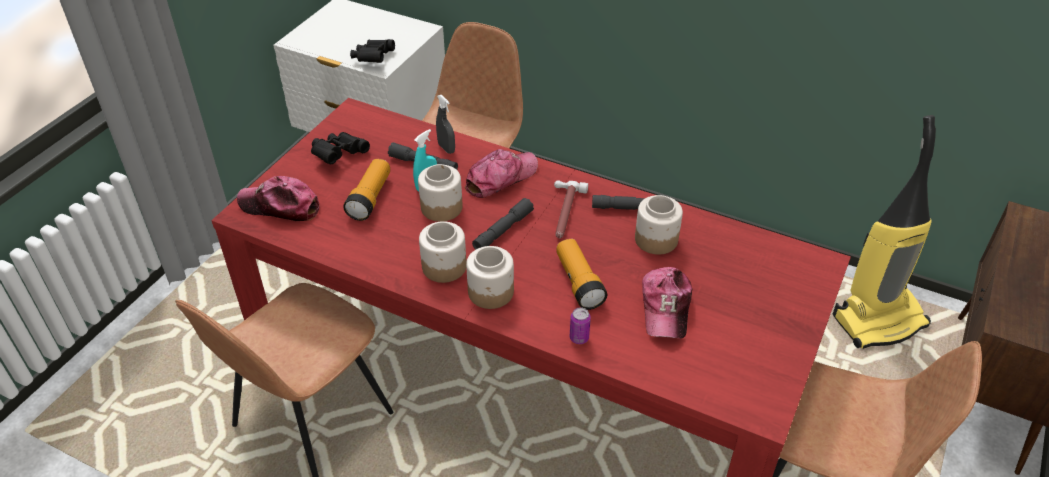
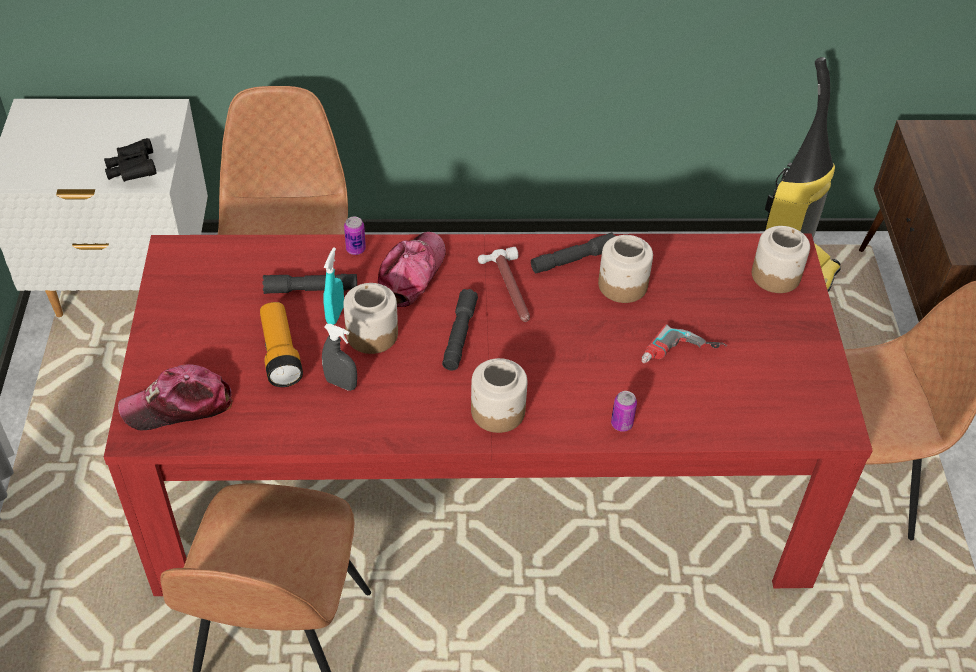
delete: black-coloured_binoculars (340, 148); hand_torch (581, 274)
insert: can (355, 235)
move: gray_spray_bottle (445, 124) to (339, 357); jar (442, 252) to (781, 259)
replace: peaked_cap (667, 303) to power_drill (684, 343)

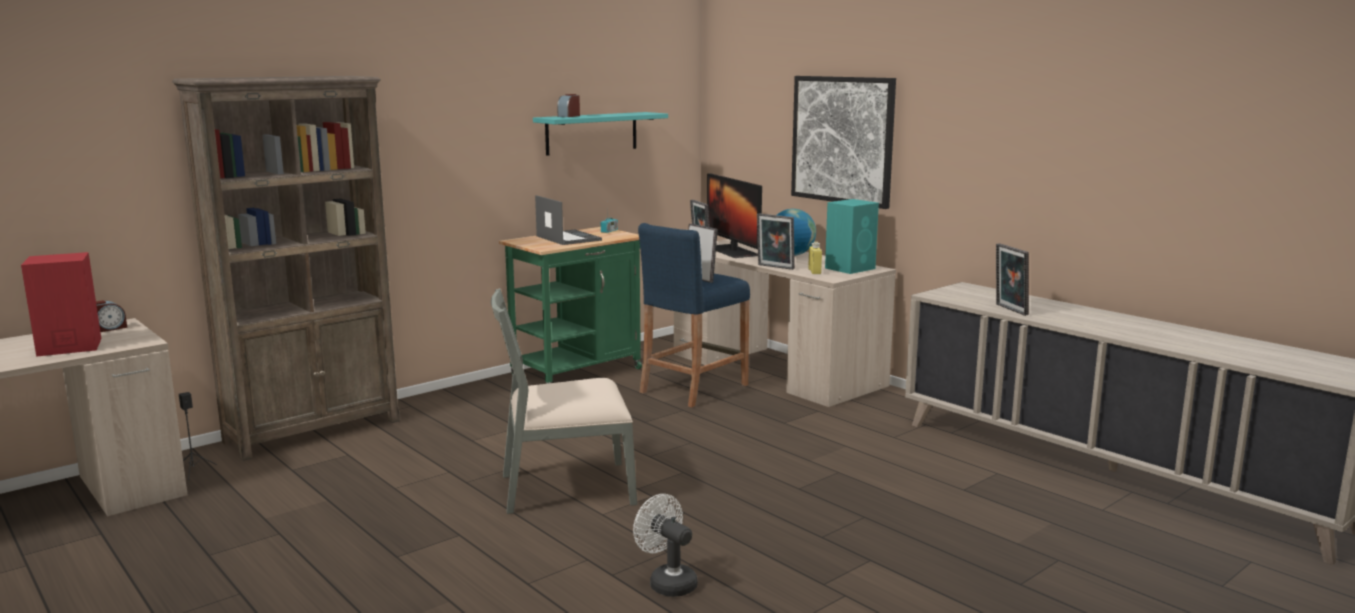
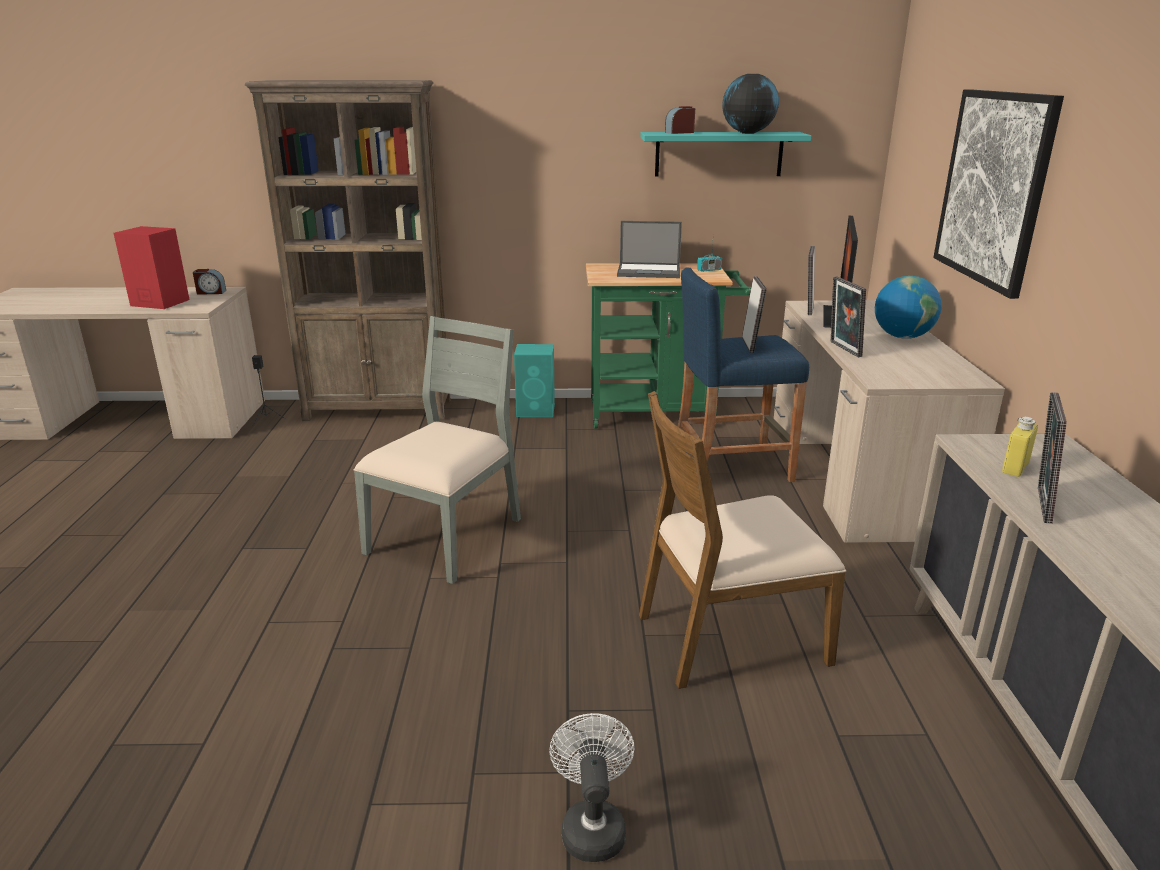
insert: brownish_upright_chair (742, 540); desk_globe (750, 104)
move: turquoise_speaker (852, 236) to (534, 380); white_fan (665, 545) to (592, 787); yellow_beverage_bottle (815, 258) to (1020, 447)
rotate: gray_upright_chair (564, 401) = (437, 450) 90 degrees clockwise; portable_computer (568, 220) = (649, 249) 90 degrees clockwise

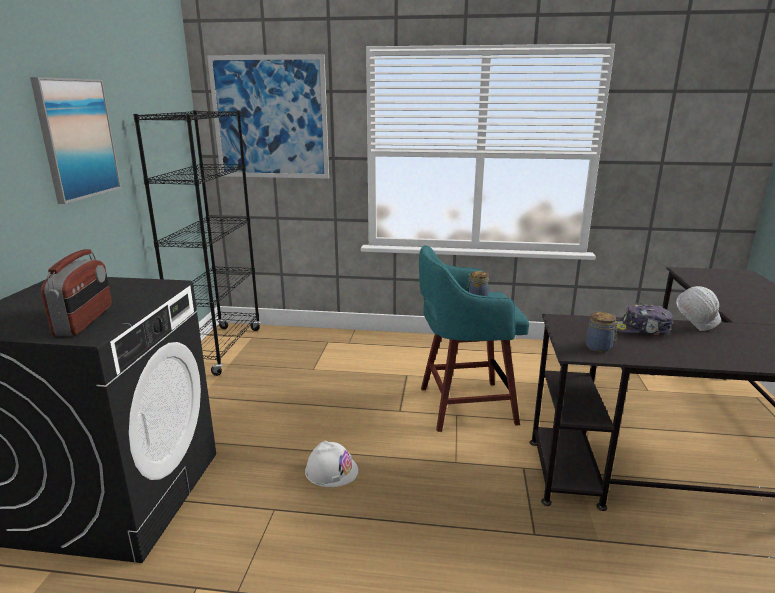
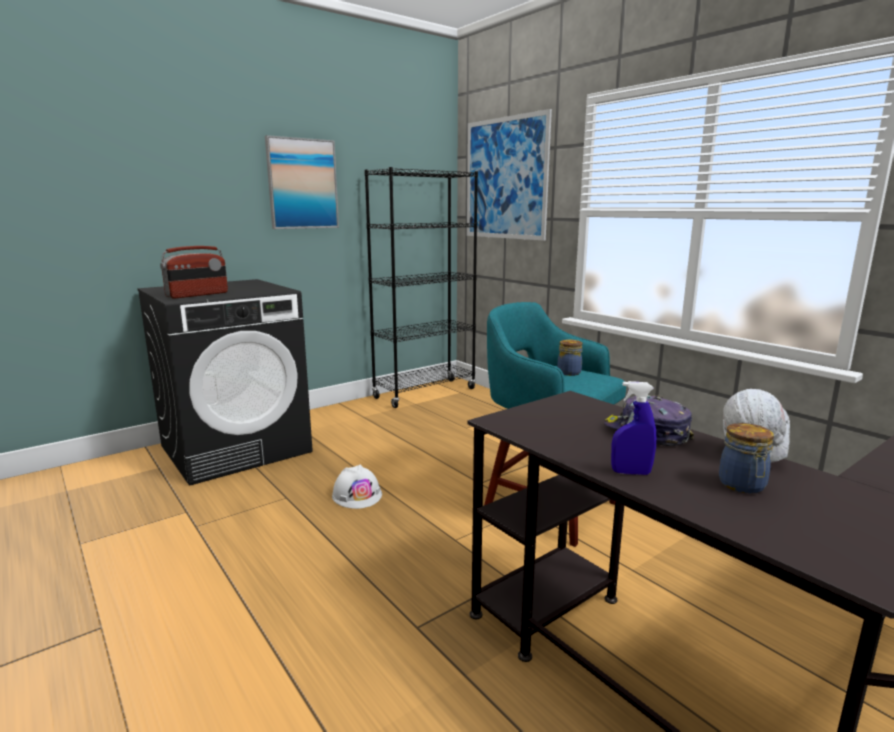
insert: bluish_spray_bottle (633, 428)
move: jar (602, 332) to (746, 458)

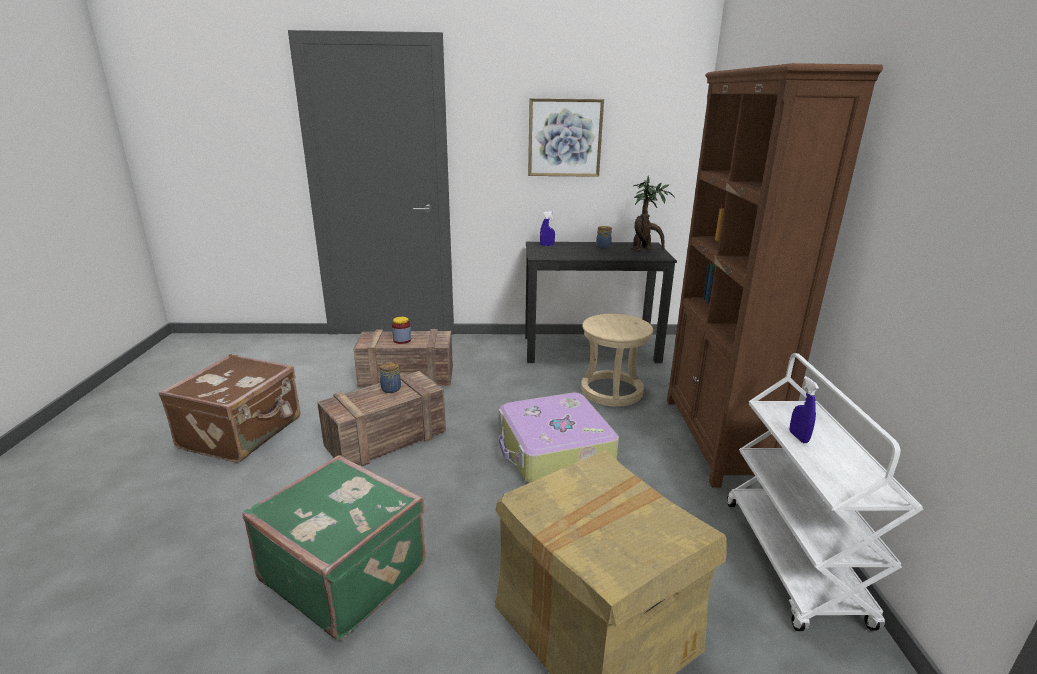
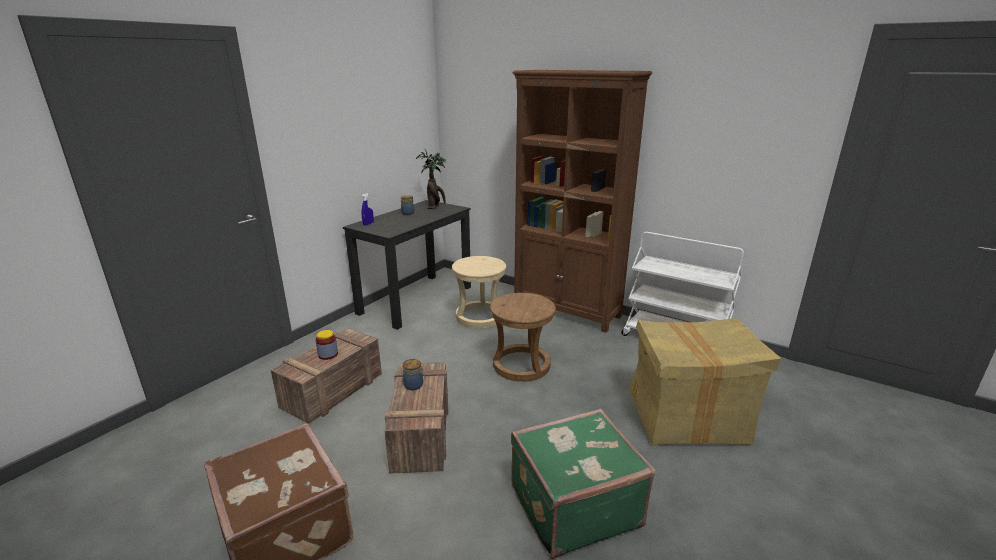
delete: wall_picture (566, 137); bluish_spray_bottle (804, 409)
replace: travel_case (558, 438) to brownish_sitting_stool (523, 337)

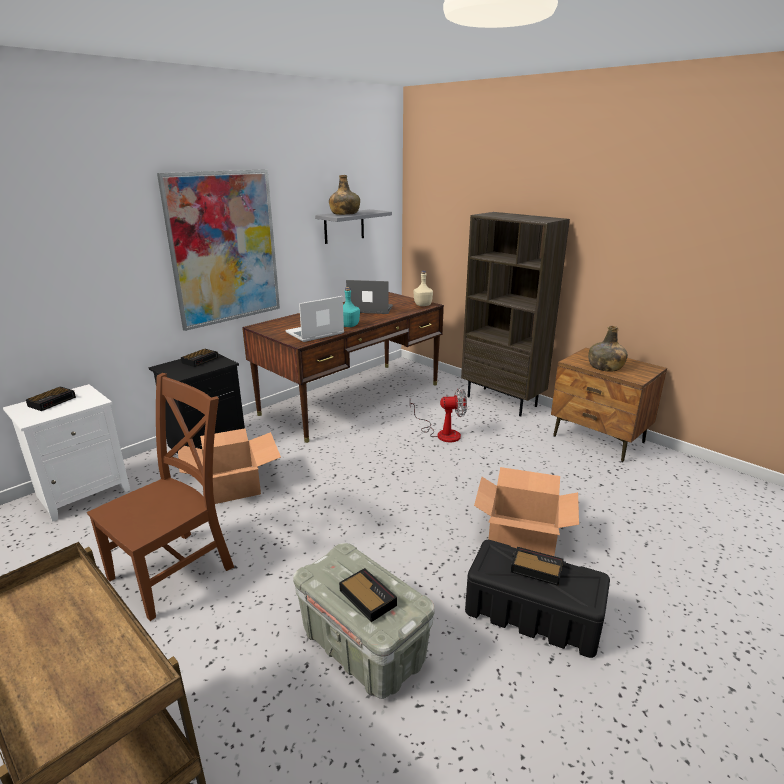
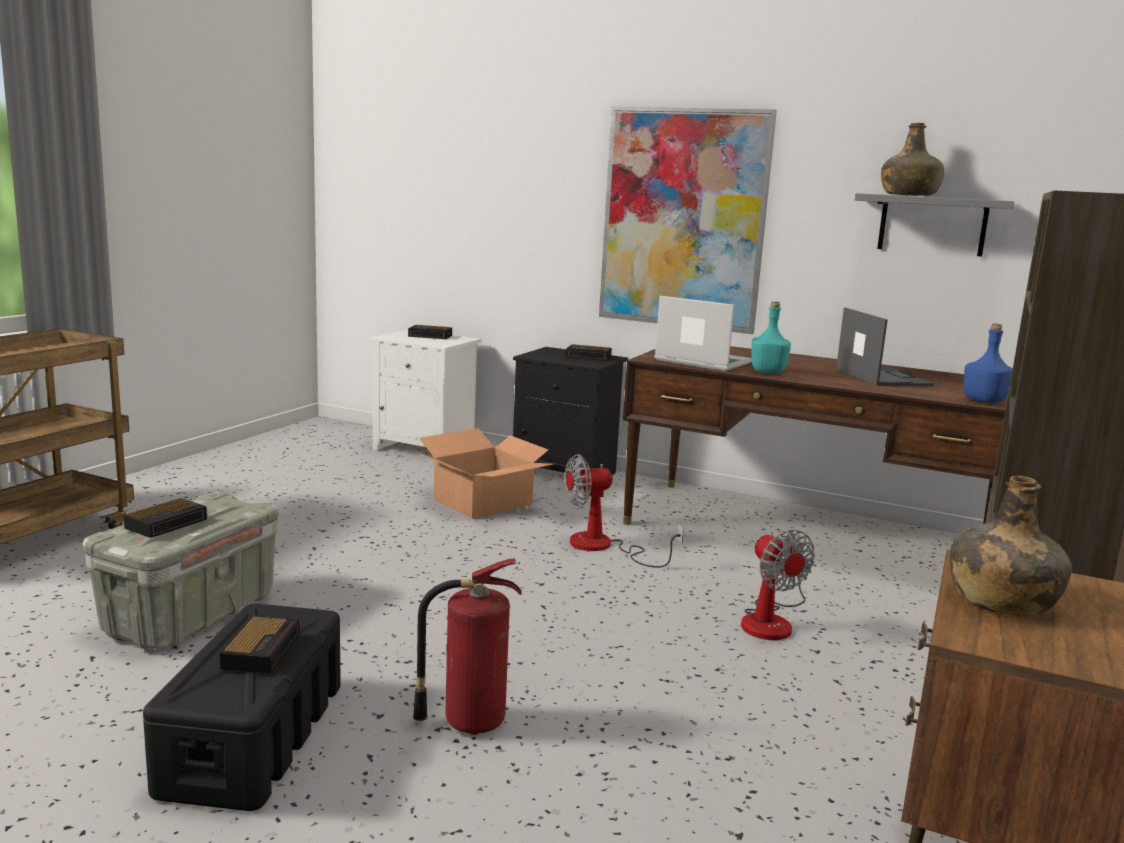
delete: brownish_upright_chair (160, 497)
insert: fan (624, 511)
replace: packing_box (526, 511) to fire-fighting_cylinder (467, 646)
recolor: beige-coloured_beverage_bottle (423, 288) to bluish_beverage_bottle (988, 363)

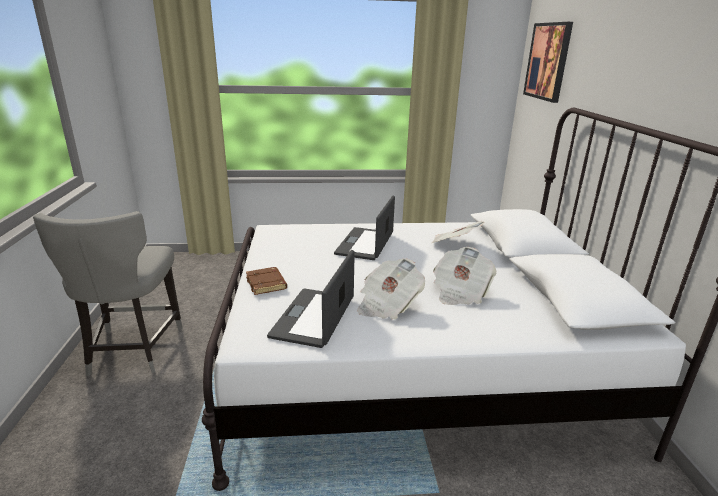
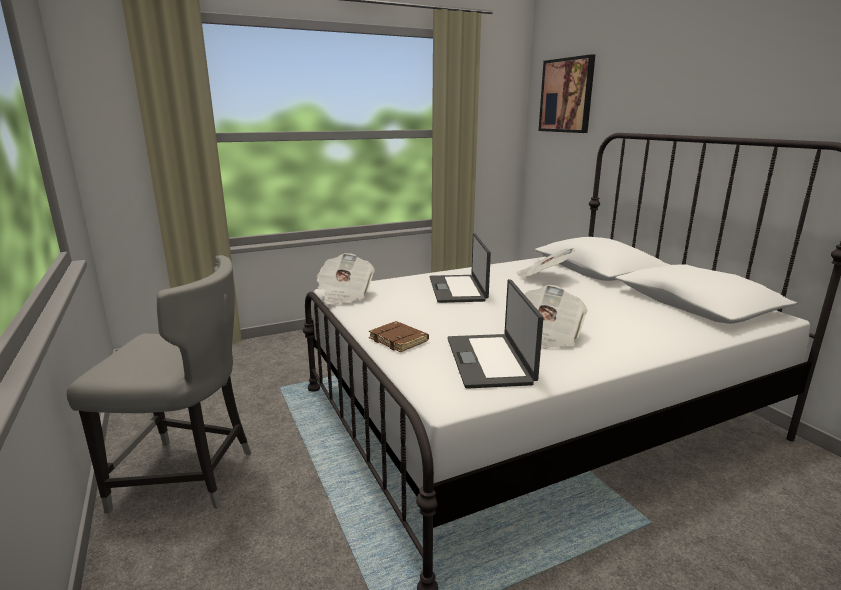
move: newspaper (465, 276) to (345, 279)
rotate: gray_upright_chair (108, 293) = (159, 384) 60 degrees counterclockwise

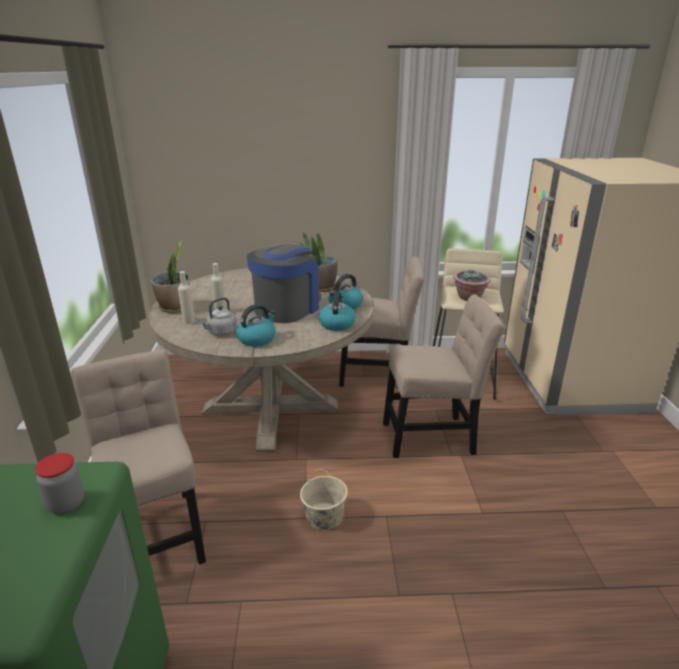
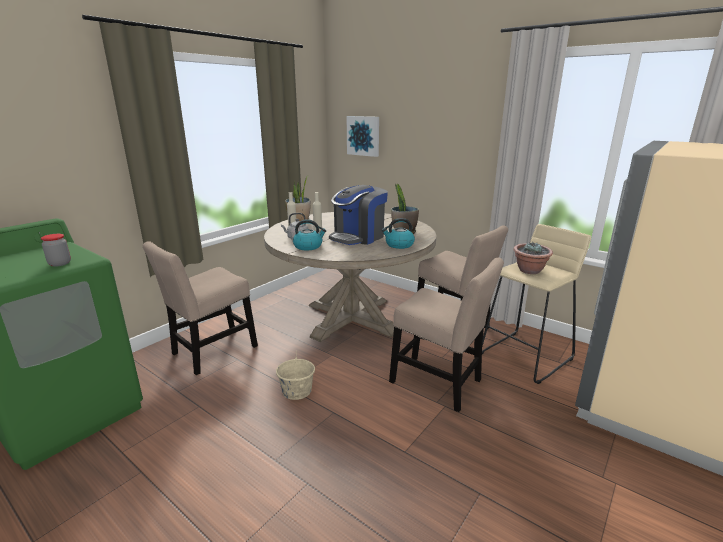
delete: kettle (337, 311)
insert: wall_picture (363, 136)
rotate: beige-coloured_upright_chair (138, 457) = (200, 308) 150 degrees counterclockwise; coffee_brewer (284, 283) = (358, 215) 150 degrees clockwise

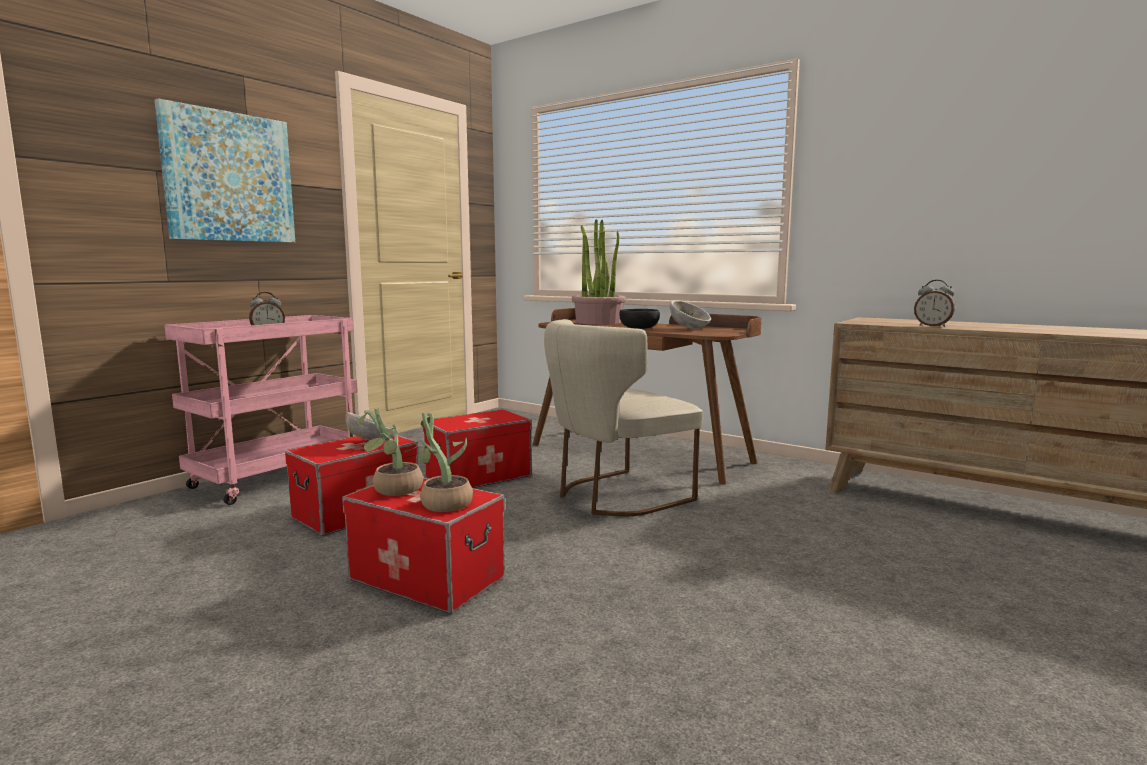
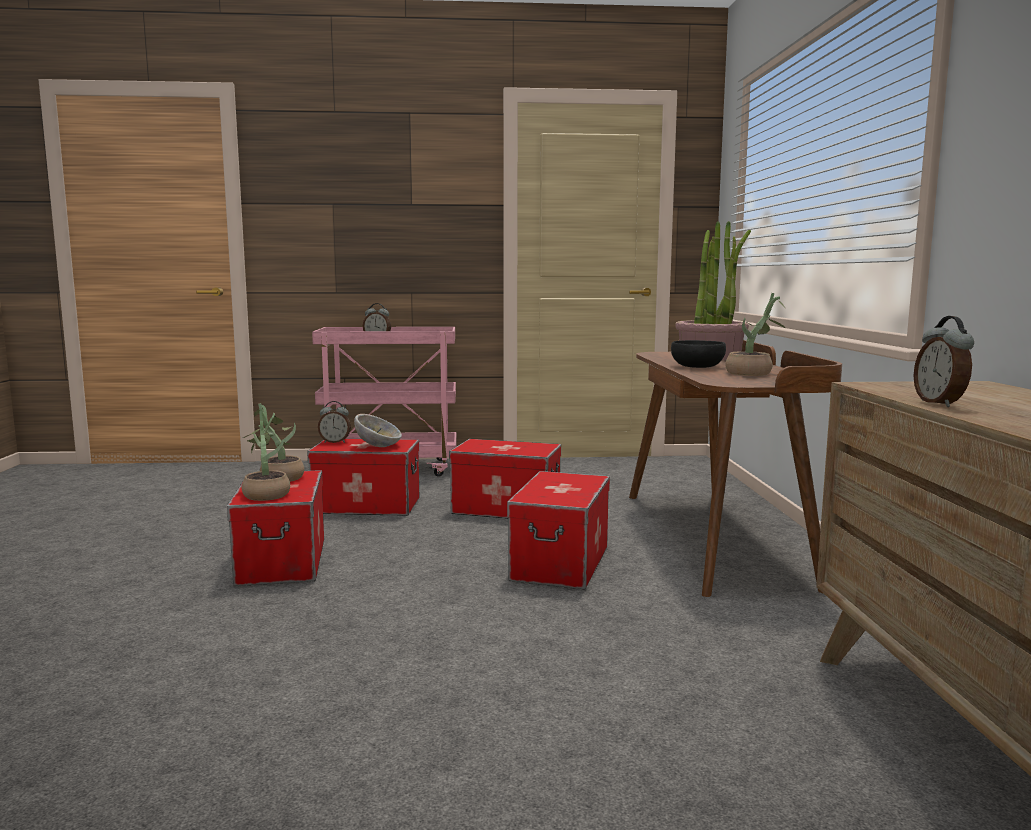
delete: wall_picture (224, 170)
insert: table_clock (334, 422)
replace: beige-coloured_upright_chair (623, 417) to storage_container (558, 530); deep_dish (690, 314) to potted_plant (755, 334)

